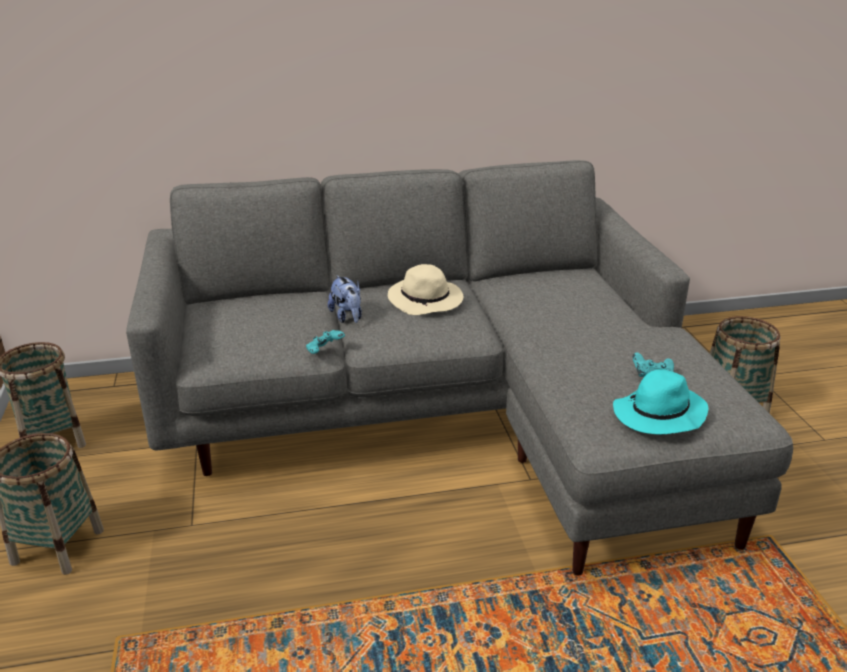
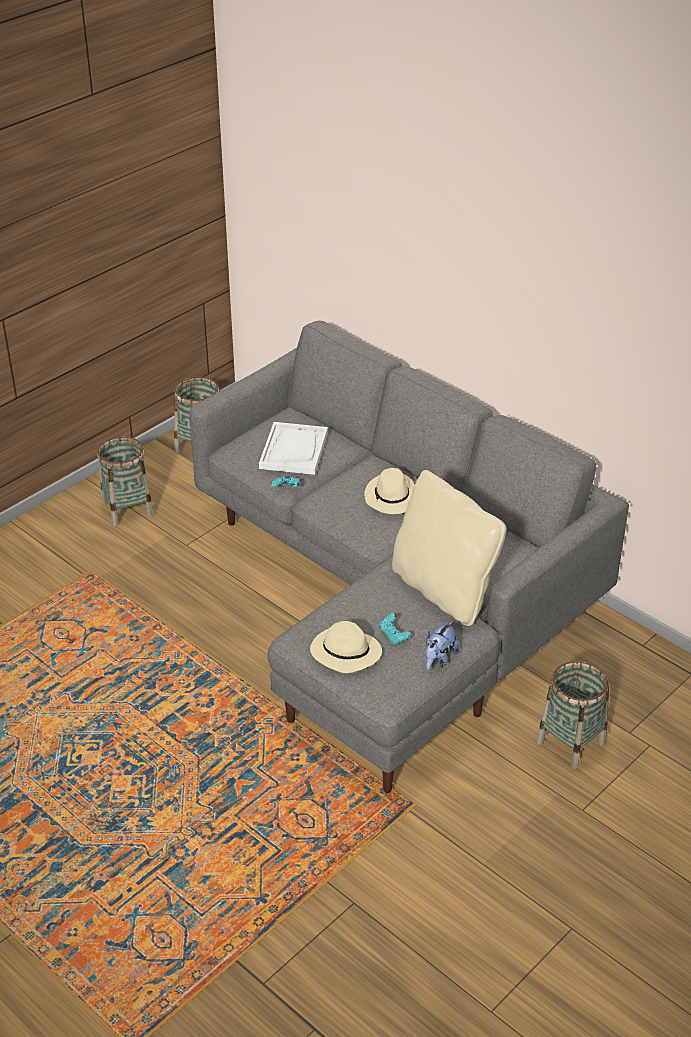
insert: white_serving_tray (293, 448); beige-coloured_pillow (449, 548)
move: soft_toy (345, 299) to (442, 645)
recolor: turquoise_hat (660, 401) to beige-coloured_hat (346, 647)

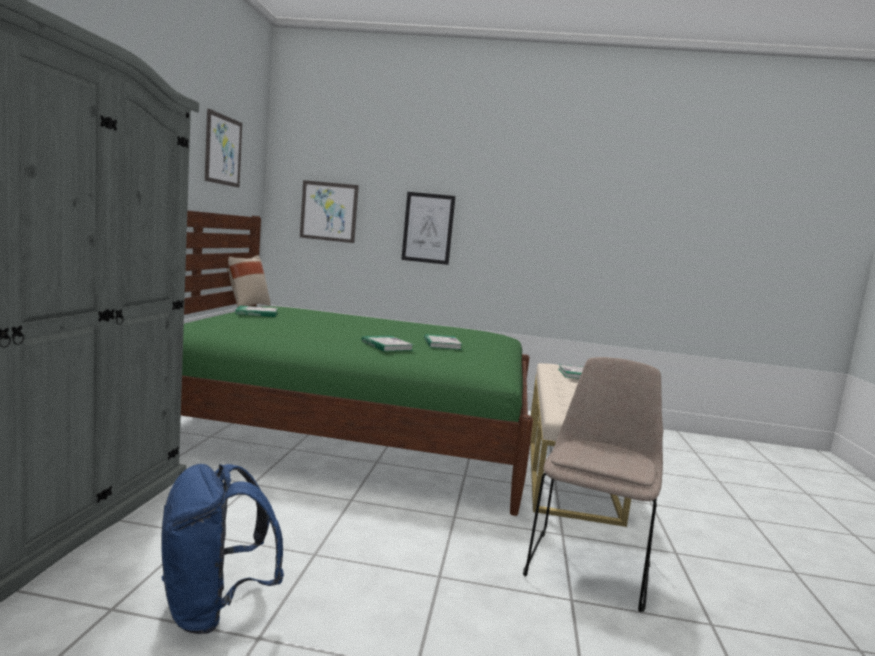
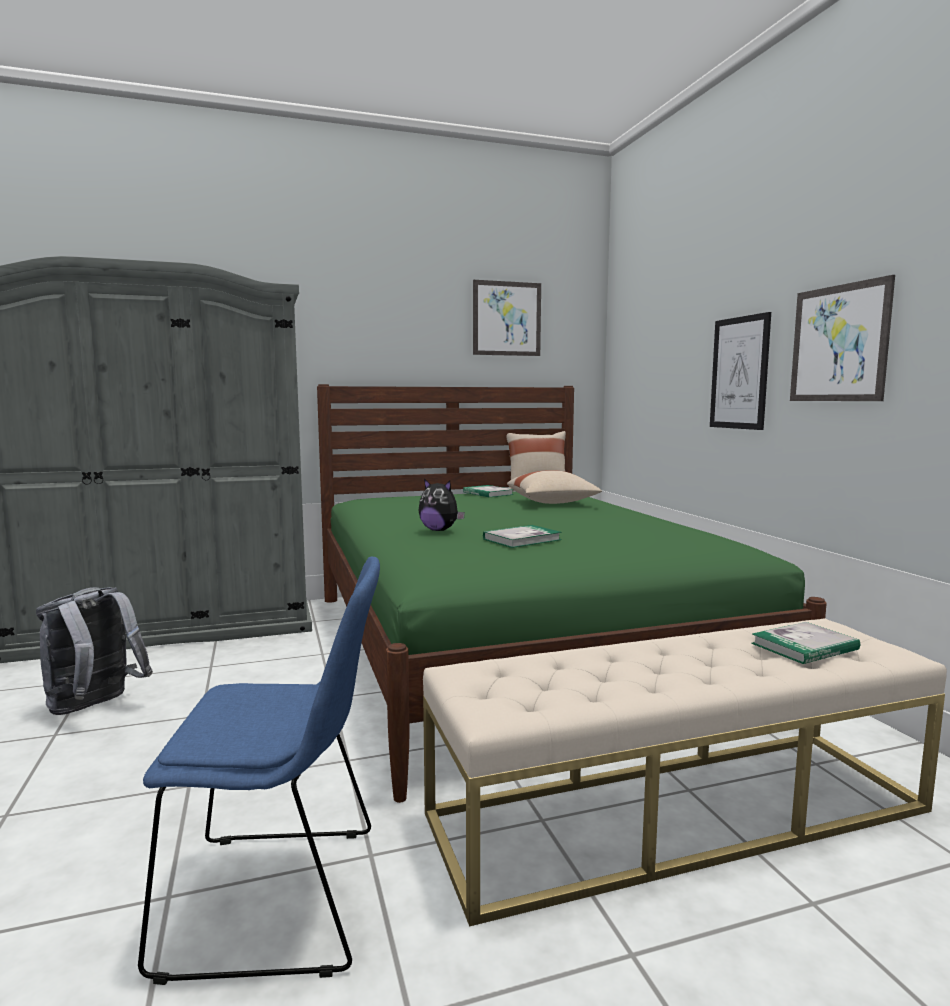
insert: beige-coloured_pillow (554, 487)
move: wall_picture (329, 211) to (842, 338)
replace: volume (388, 344) to soft_toy (441, 505)
recolor: bluish_backpack (222, 549) to gray_backpack (94, 651); beige-coloured_upright_chair (593, 484) to bluish_upright_chair (259, 771)

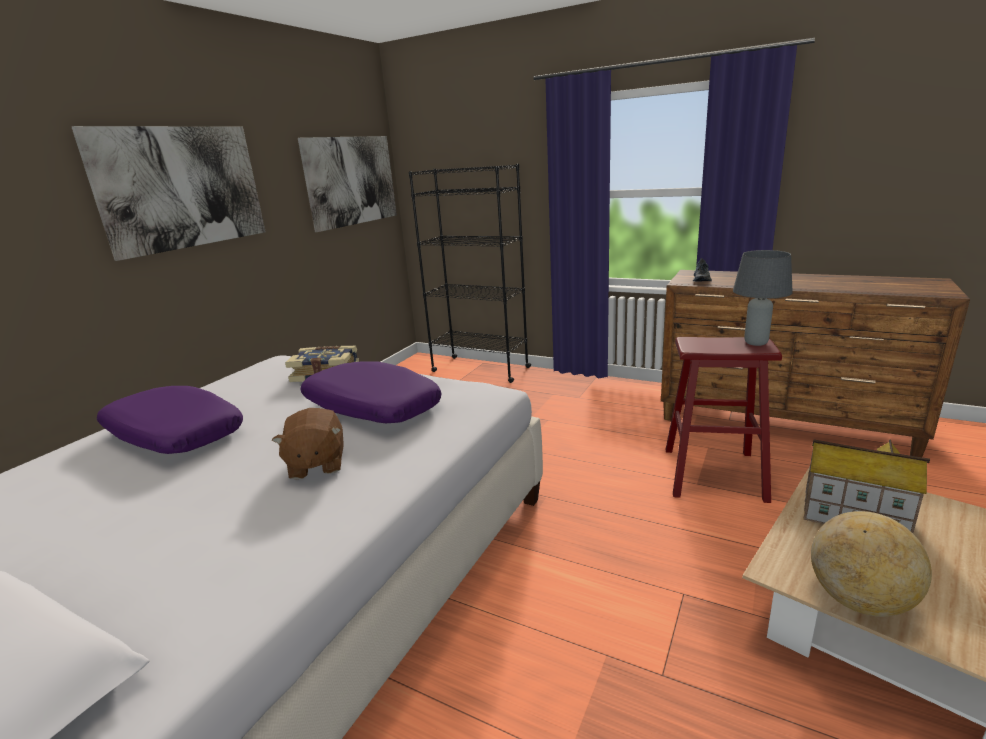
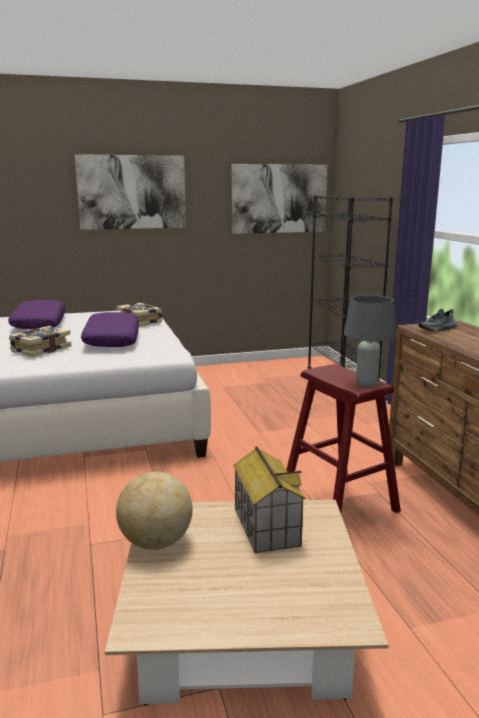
replace: brownish_soft_toy (308, 443) to volume (40, 341)

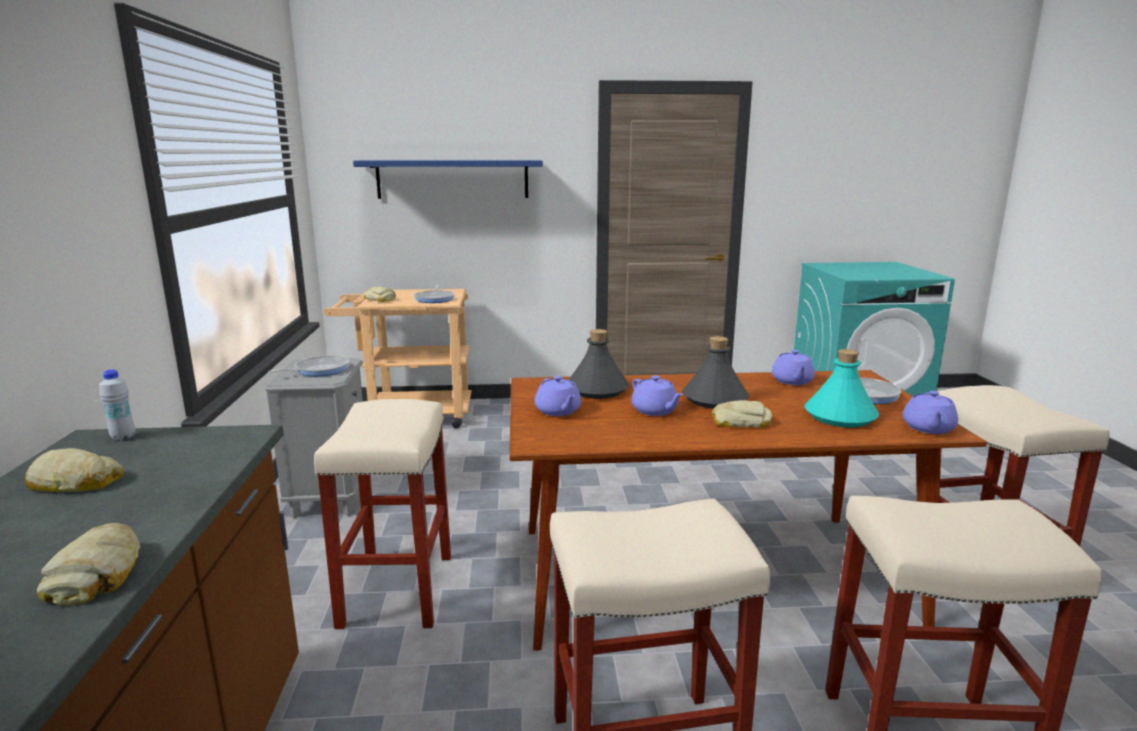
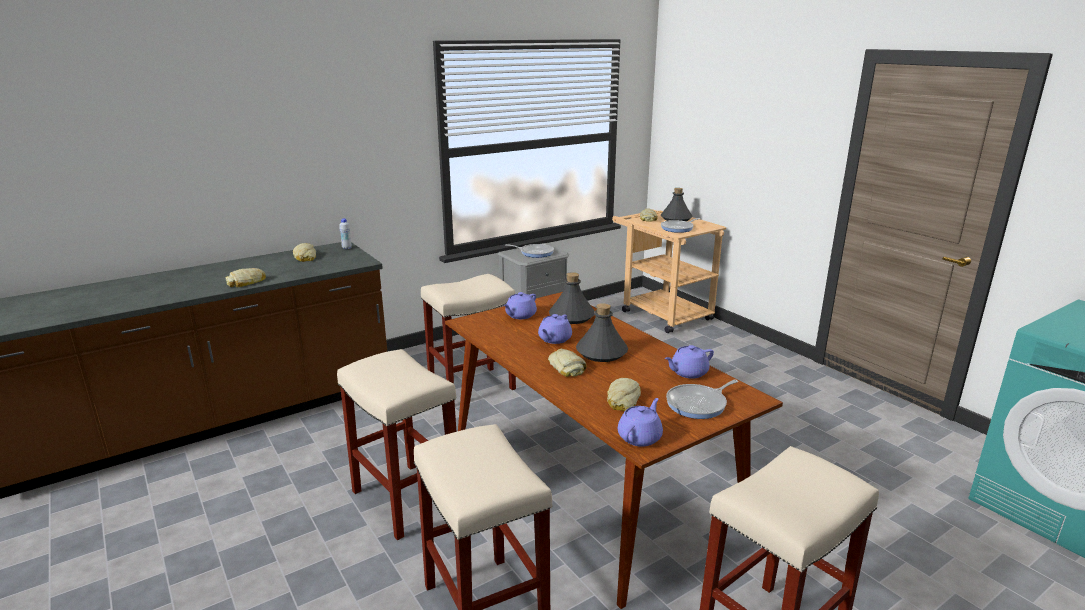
delete: bluish_wall_shelf (448, 179)
insert: gray_beverage_bottle (677, 204)
replace: turquoise_beverage_bottle (842, 388) to bakery_bread (624, 394)
rotate: purple_pot_for_tea (930, 412) = (640, 422) 135 degrees clockwise

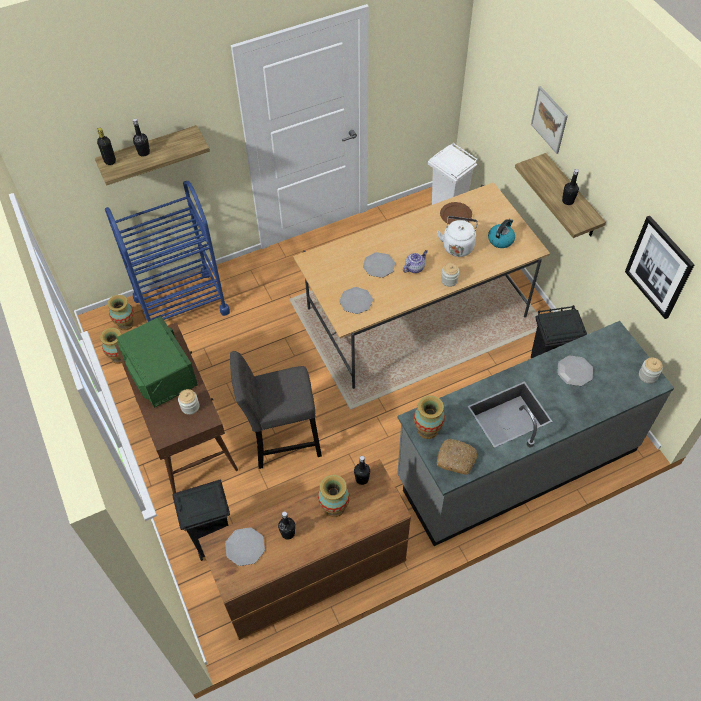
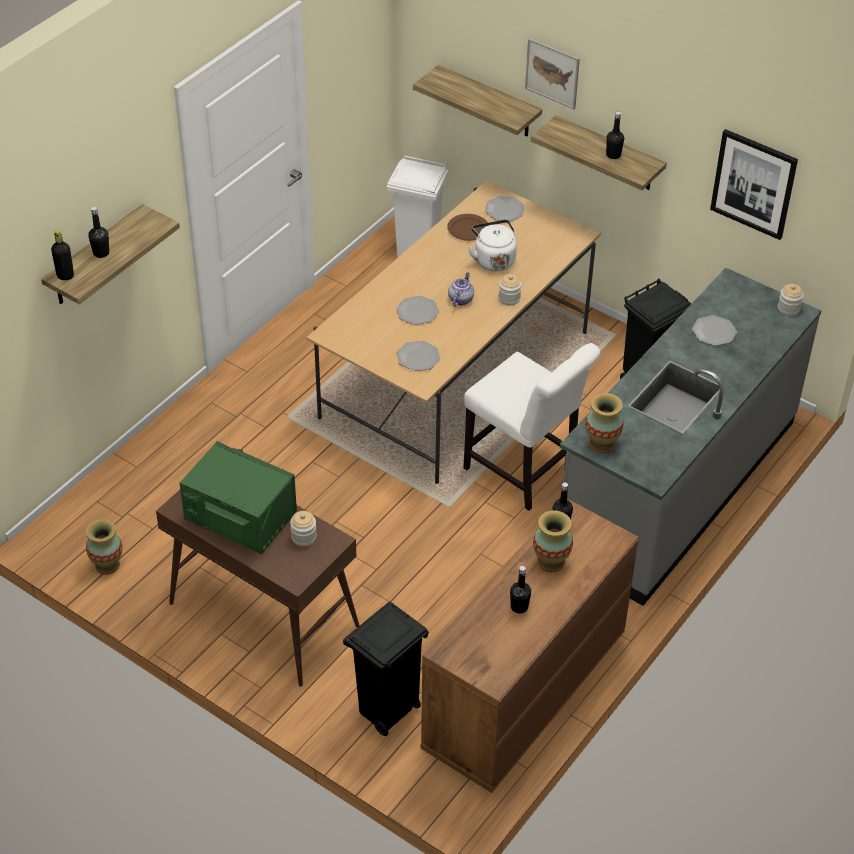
delete: bluish_trolley (167, 251); flower_vase (120, 313); gray_sitting_stool (276, 410); bakery_bread (457, 457); kettle (501, 233)
insert: wall_shelf (477, 100); white_upright_chair (532, 427)
move: dinner_plate (245, 546) to (504, 208)

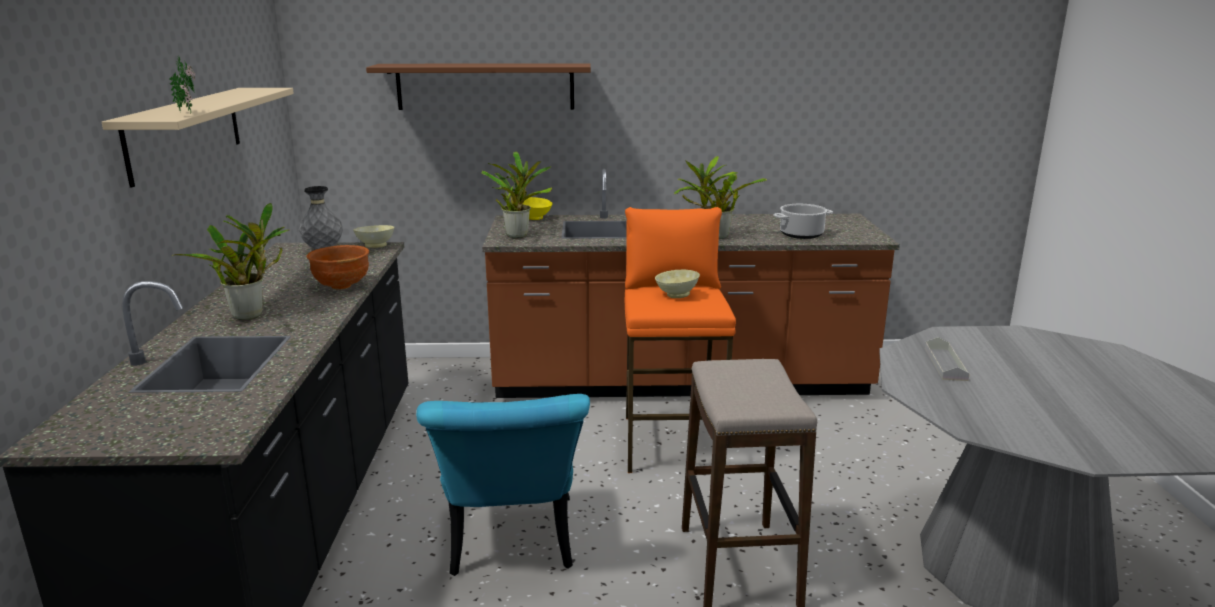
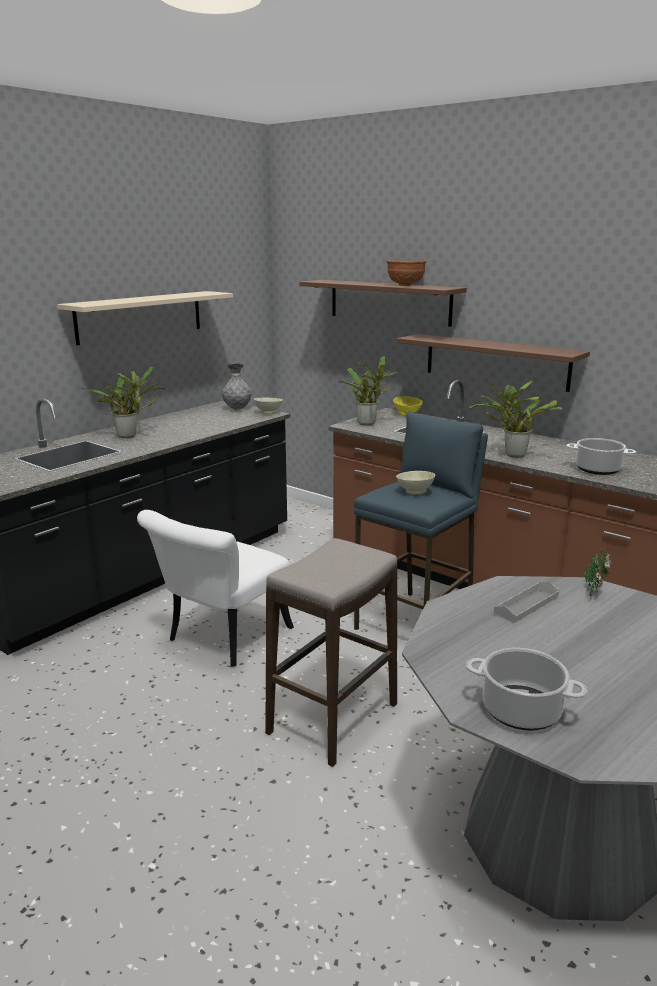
insert: brownish_wall_shelf (493, 363); saucepot (526, 689)
move: brownish_deep_dish (337, 267) to (406, 273); potted_plant (182, 83) to (597, 573)
recolor: turquoise_upright_chair (503, 485) to white_upright_chair (215, 588); orange_sitting_stool (680, 340) to bluish_sitting_stool (421, 520)

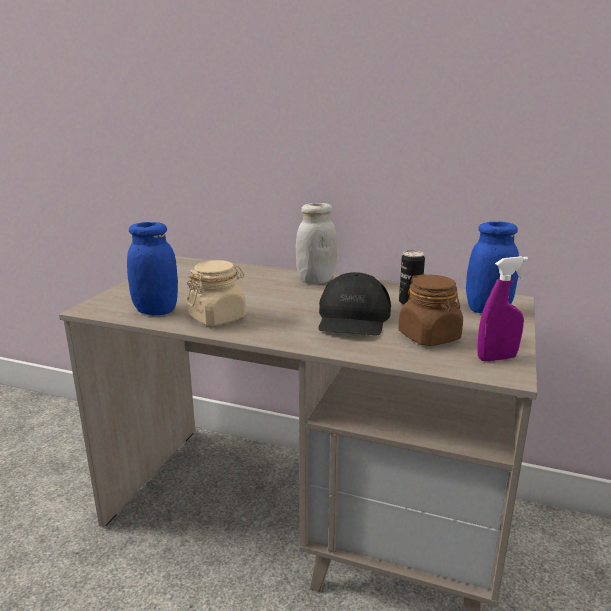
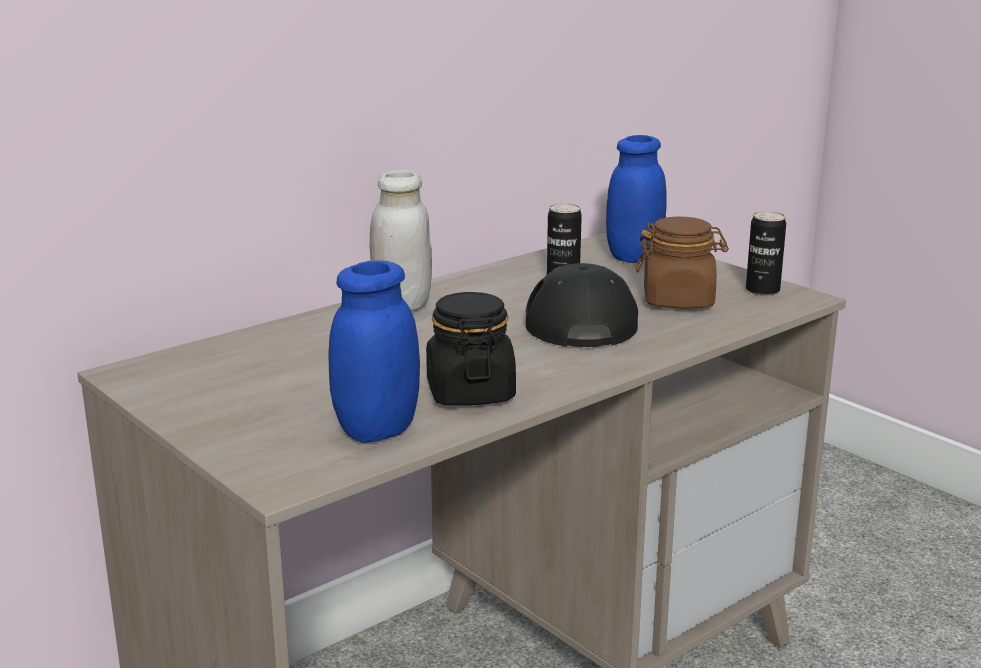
replace: purple_spray_bottle (502, 308) to can (766, 253)
recolor: beige-coloured_jar (216, 293) to black-coloured_jar (471, 349)
rotate: black-coloured_peaked_cap (354, 303) = (582, 305) 135 degrees counterclockwise

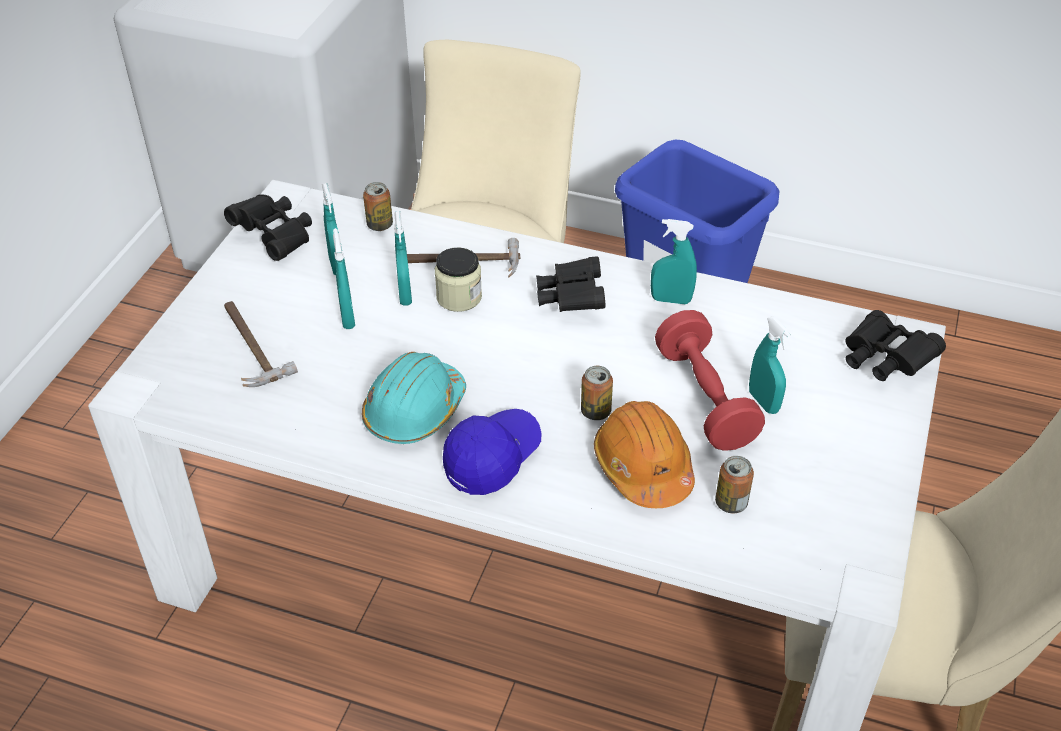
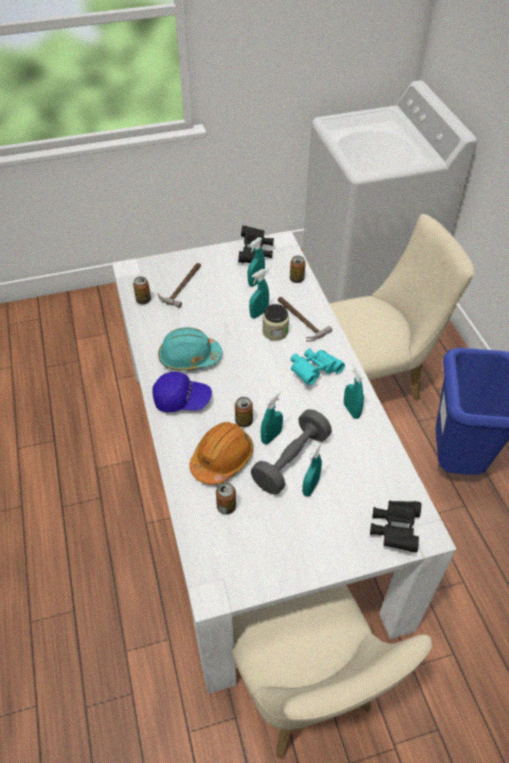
insert: can (142, 290)
move: turquoise_spray_bottle (344, 278) to (272, 417)
recolor: red_dumbbell (710, 380) to gray_dumbbell (291, 452); black-coloured_binoculars (571, 284) to turquoise_binoculars (318, 366)

